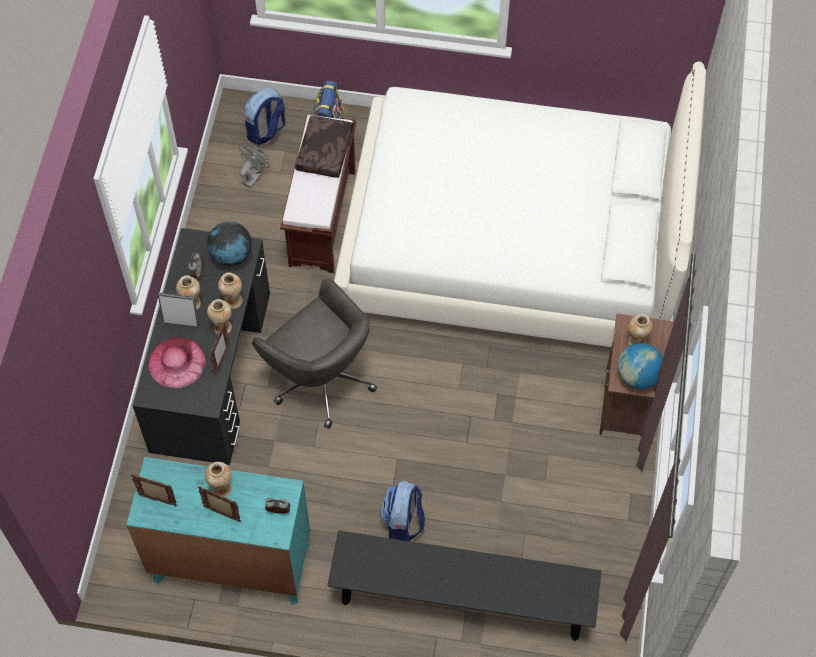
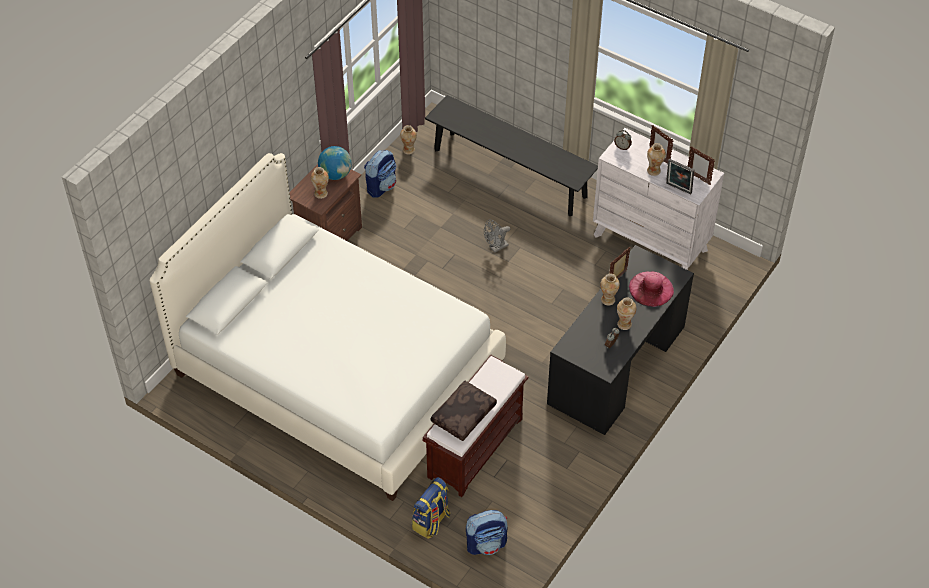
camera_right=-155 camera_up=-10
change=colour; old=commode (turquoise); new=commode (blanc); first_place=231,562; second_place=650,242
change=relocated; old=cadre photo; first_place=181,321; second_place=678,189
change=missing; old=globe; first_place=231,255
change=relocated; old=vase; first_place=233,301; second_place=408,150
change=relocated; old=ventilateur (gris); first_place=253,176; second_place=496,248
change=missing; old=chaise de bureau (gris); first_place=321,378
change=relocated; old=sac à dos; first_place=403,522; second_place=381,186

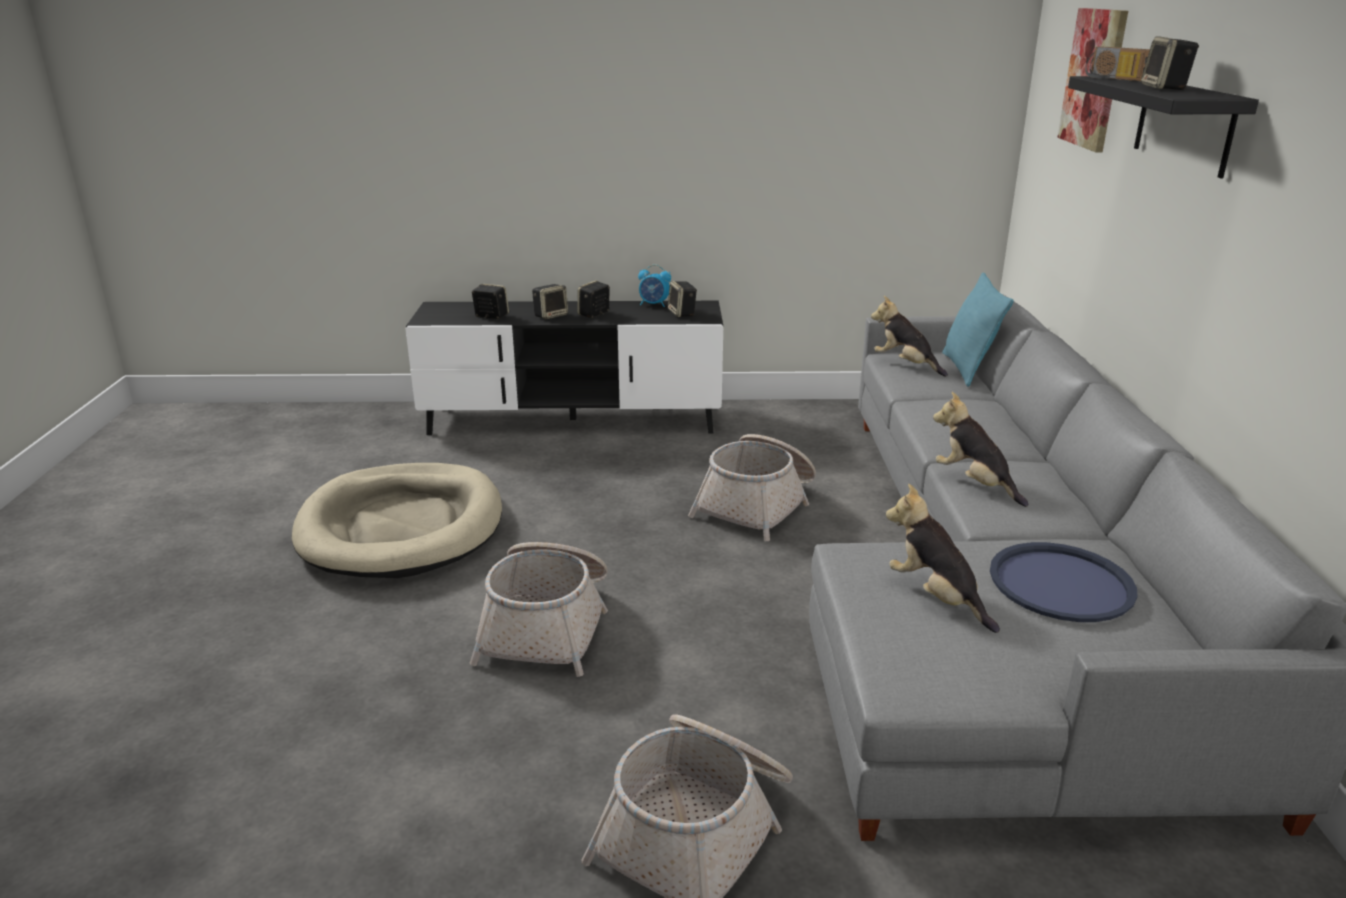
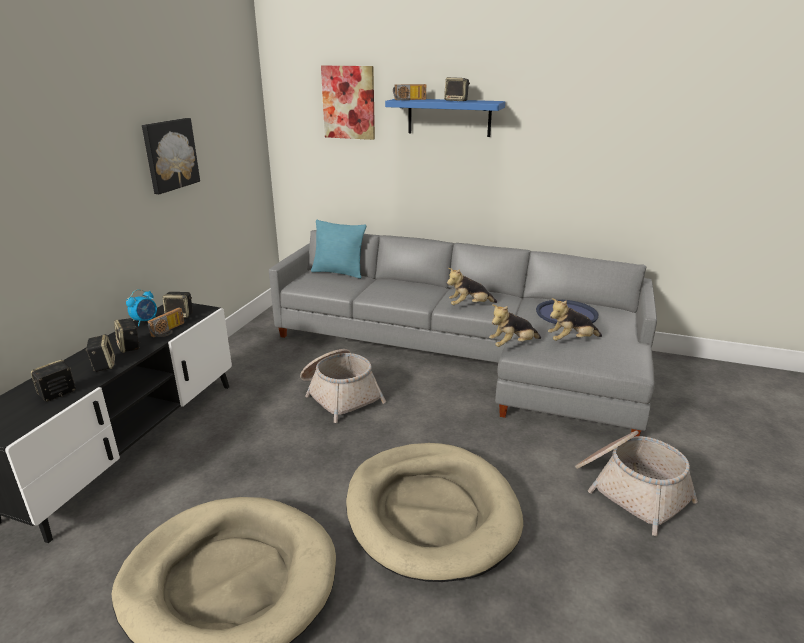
camera_right=-70 camera_up=0
change=exchanged; old=panier; new=panier pour chien (beige); first_place=547,626; second_place=431,512
change=relocated; old=peluche; first_place=905,365; second_place=513,345
change=colour; old=étagère (noir); new=étagère (bleu); first_place=1184,124; second_place=449,117
change=appeared; new=tableau; second_place=170,155
change=appeared; new=radio; second_place=169,331

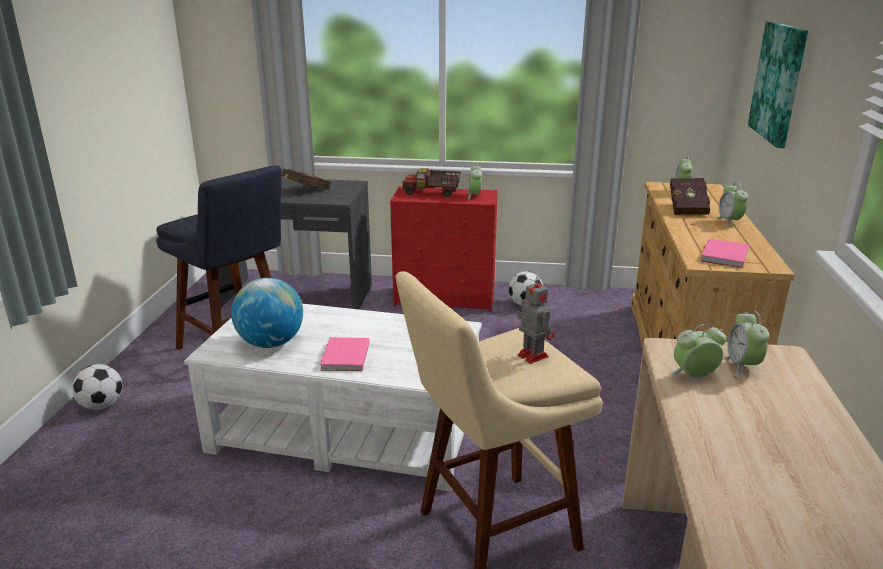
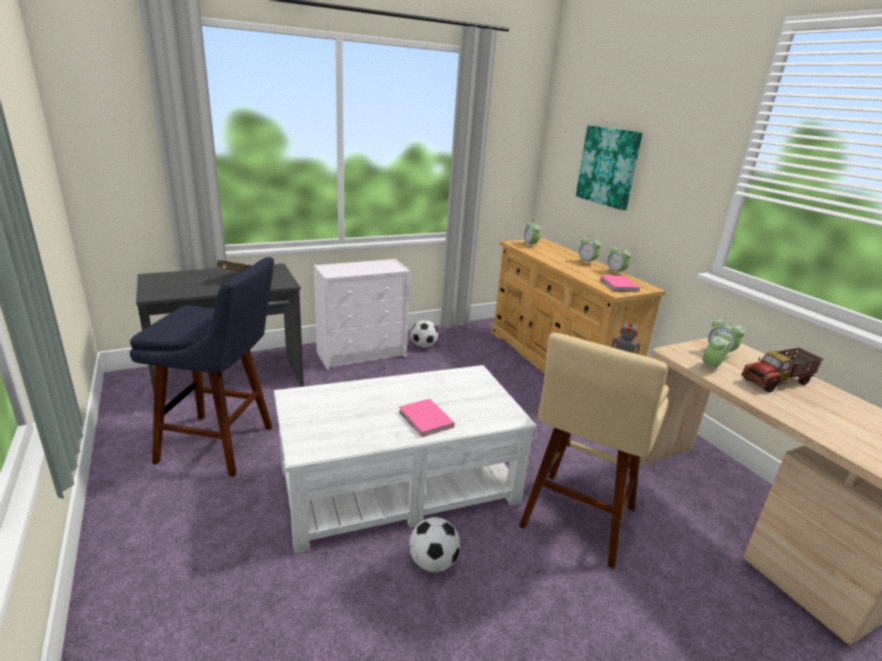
camera_right=-35 camera_up=0
change=relocated; old=ballon de foot; first_place=102,405; second_place=433,562
change=missing; old=globe; first_place=271,343
change=colour; old=commode (rouge); new=commode (blanc); first_place=446,299; second_place=362,354
change=relocated; old=camion jouet; first_place=431,193; second_place=777,382
change=relocated; old=réveil; first_place=474,196; second_place=615,273
change=missing; old=livre (rouge); first_place=687,208

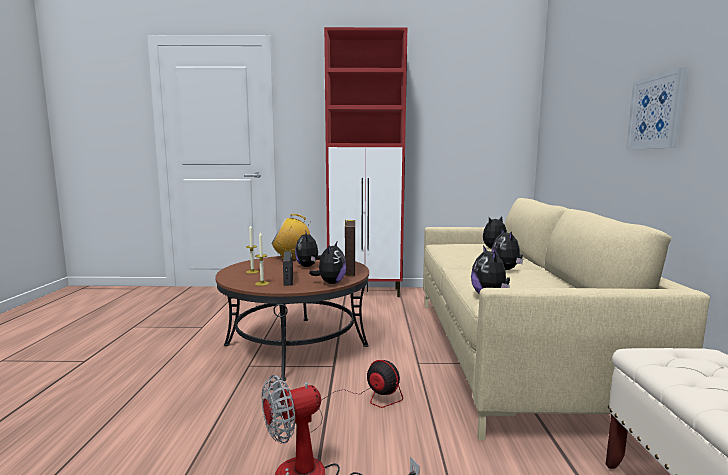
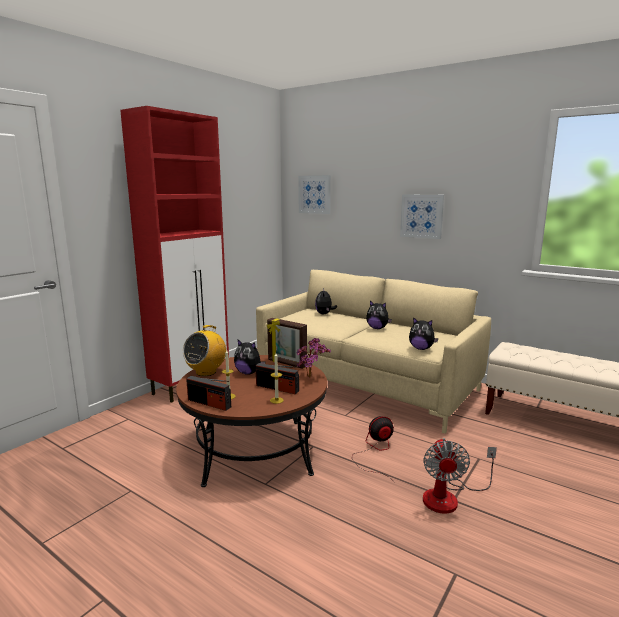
camera_right=-55 camera_up=5
change=exchanged; old=peluche; new=plante en pot; first_place=330,283; second_place=312,377
change=appeared; new=radio; second_place=209,403
change=appeared; new=tableau; second_place=315,194

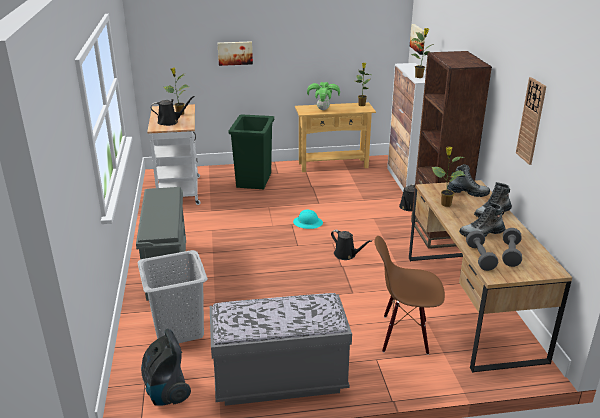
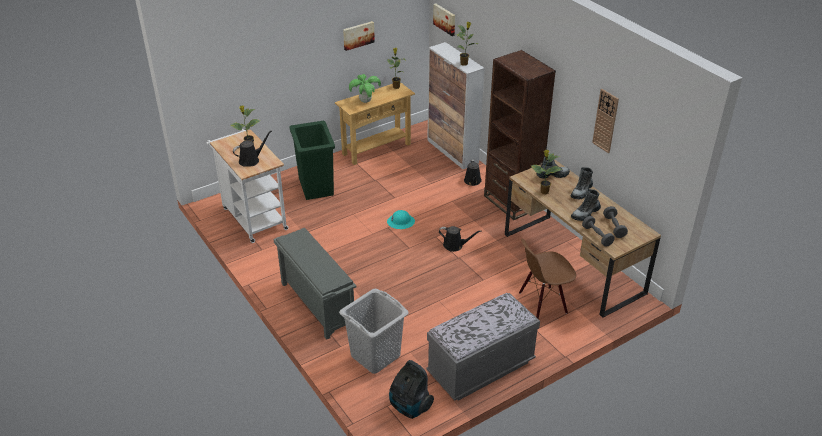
camera_right=-25 camera_up=10
change=relocated; old=tableau; first_place=235,53; second_place=358,35

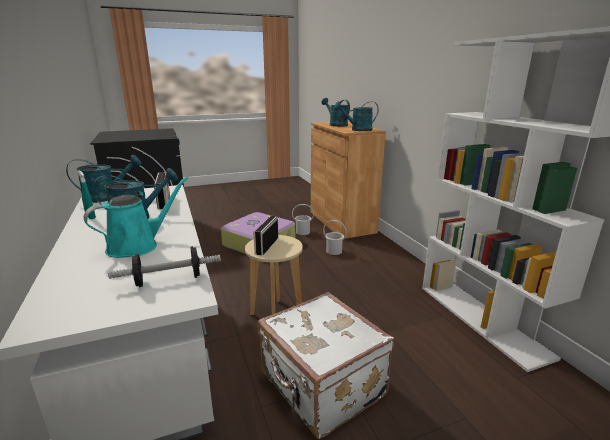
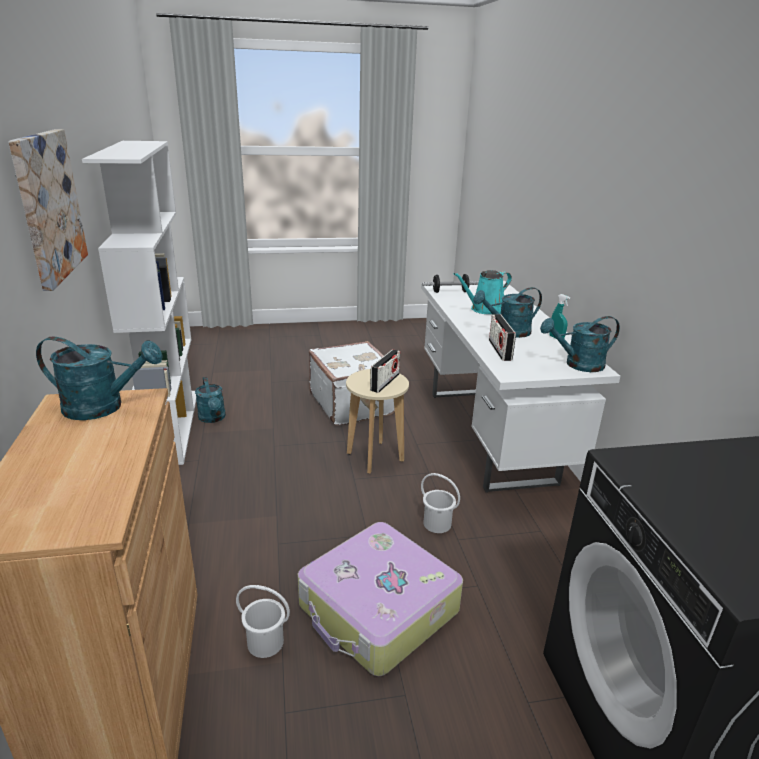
camera_right=-170 camera_up=5
change=relocated; old=arrosoir (turquoise); first_place=336,125; second_place=213,418
change=relocated; old=seau (blanc); first_place=334,251; second_place=437,523
change=appeared; new=tableau; second_place=48,206

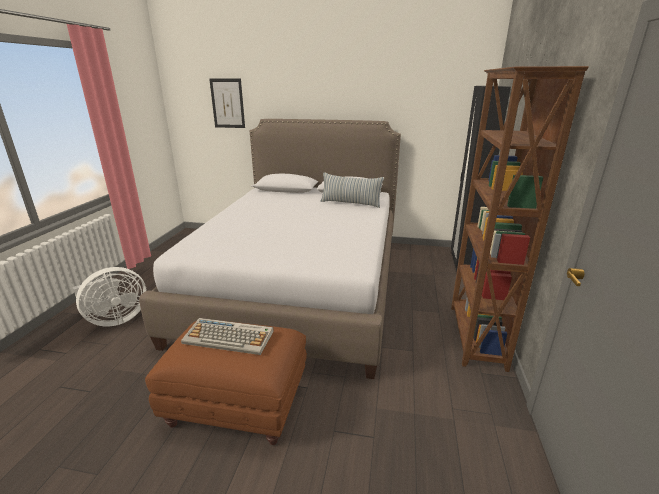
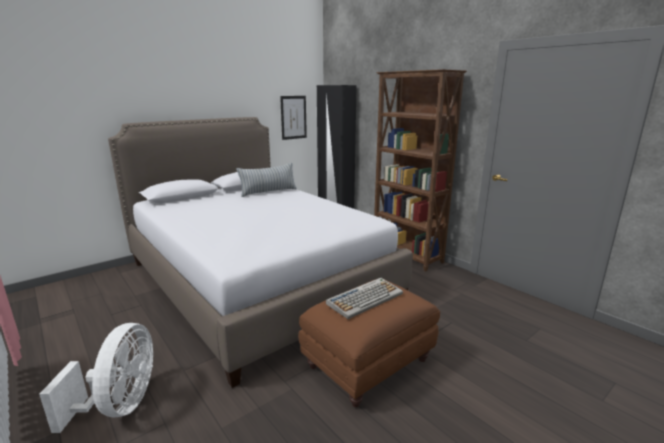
camera_right=-50 camera_up=-5
change=relocated; old=tableau; first_place=227,103; second_place=293,117

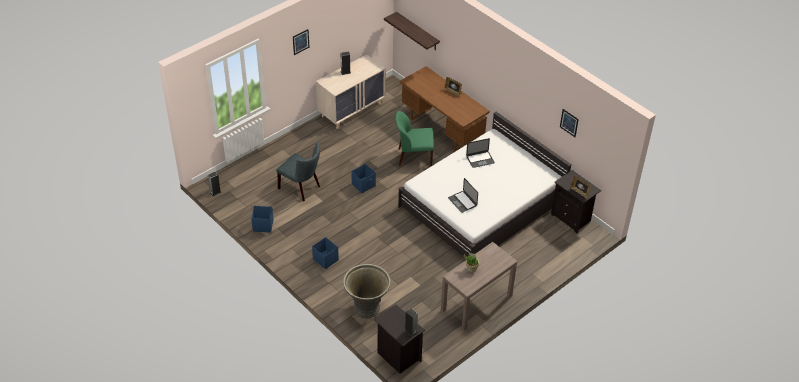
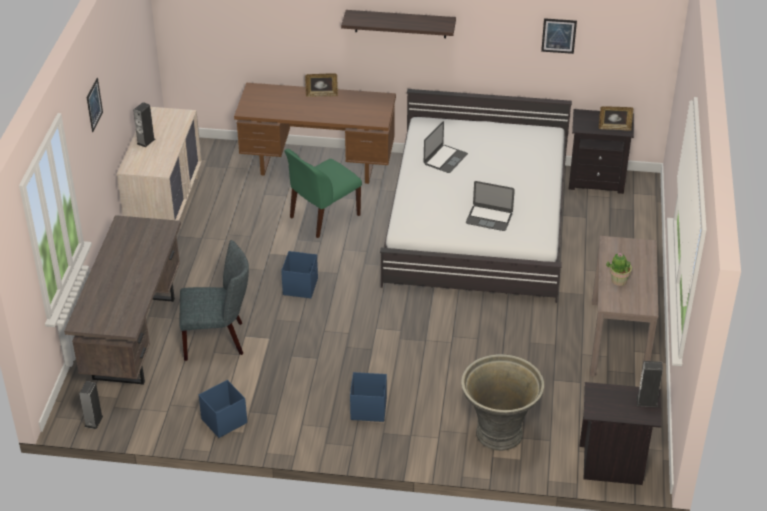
camera_right=-40 camera_up=-5
change=relocated; old=étagère; first_place=417,31; second_place=400,24
change=appeared; new=bureau (marron); second_place=134,337

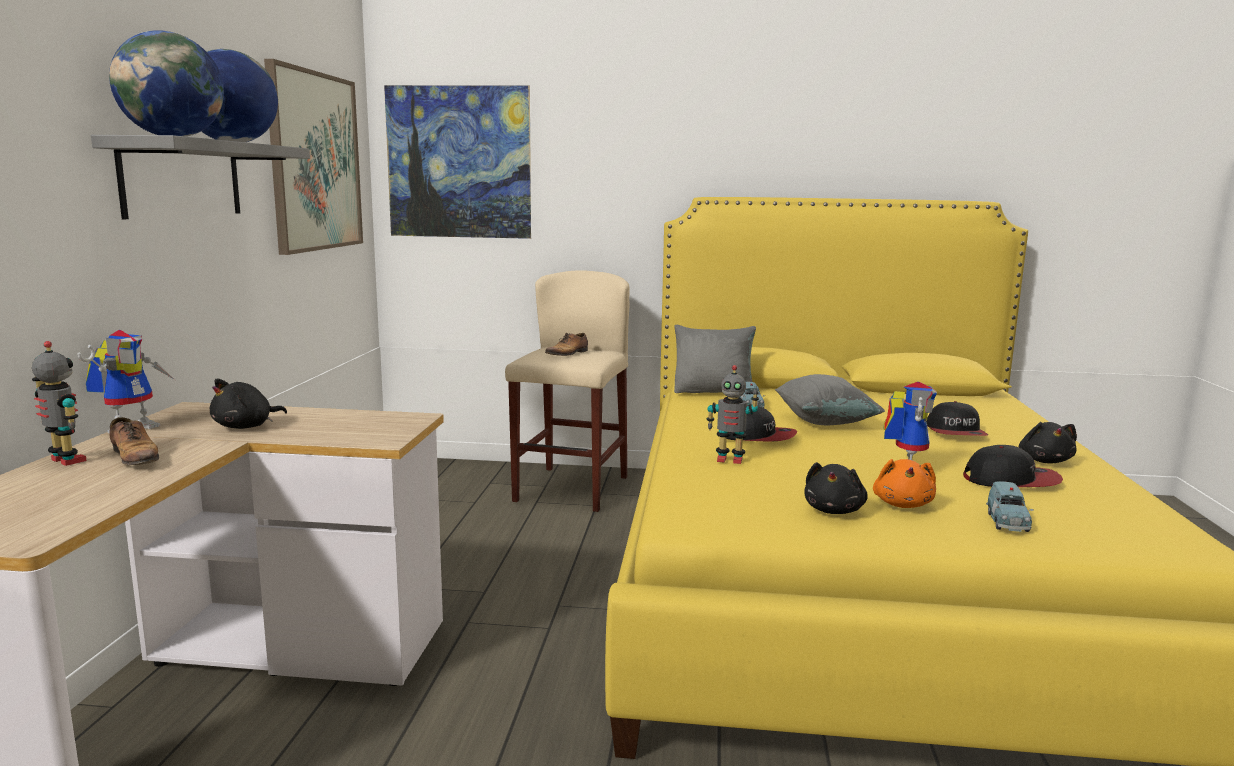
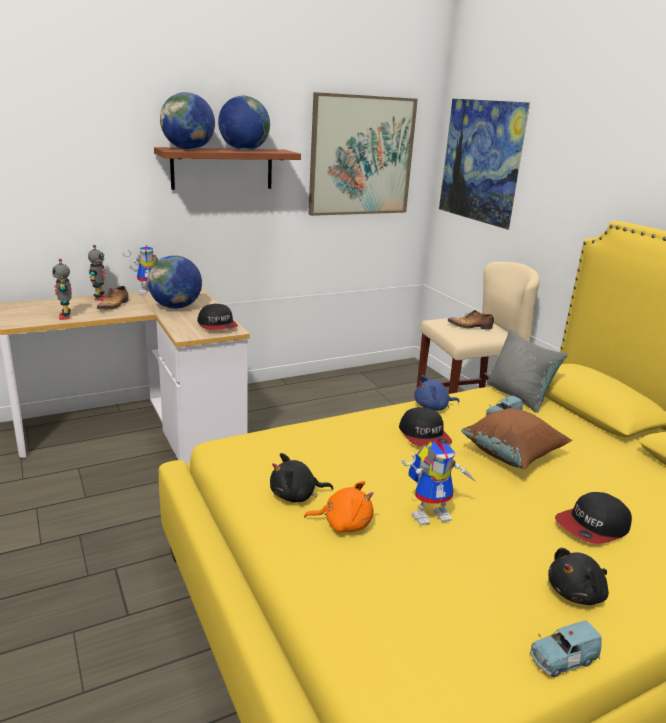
camera_right=55 camera_up=10
change=colour; old=étagère (gris); new=étagère (marron); first_place=182,179; second_place=222,168
change=exchanged; old=peluche (noir); new=globe; first_place=246,426; second_place=176,307
change=relocated; old=robot jouet; first_place=730,459; second_place=66,317
change=colour; old=coussin (gris); new=coussin (marron); first_place=824,422; second_place=511,456
change=spun; old=peluche (orange); first_place=903,504; second_place=343,523; degrees=-150
change=relocated; old=casquette; first_place=1011,480; second_place=217,325
change=relocated; old=petite voiture (bleu); first_place=1007,522; second_place=562,659
change=appeared; new=peluche (bleu); second_place=433,407

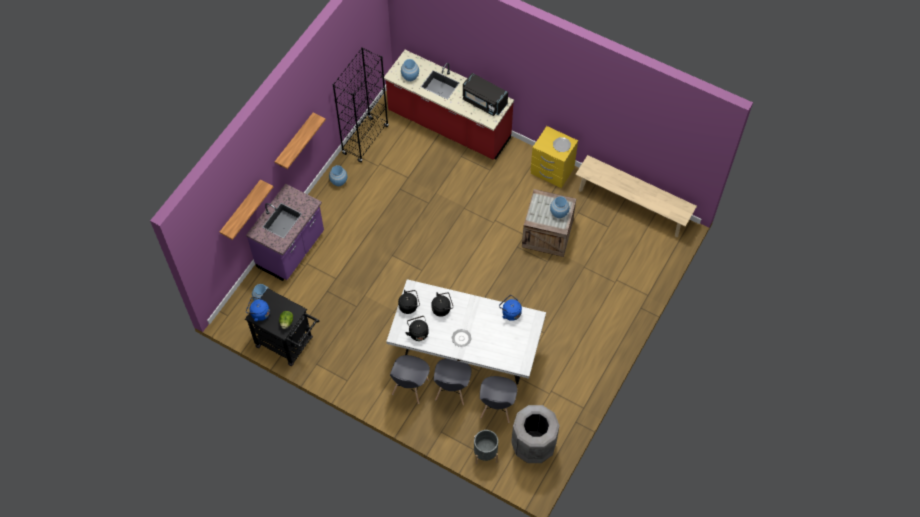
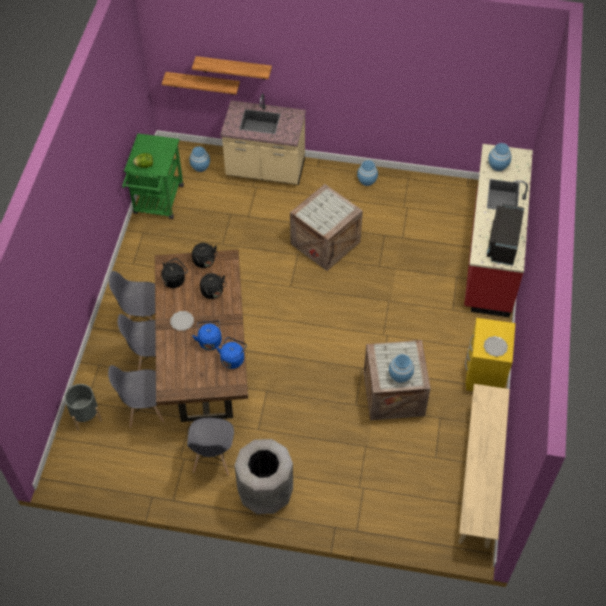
camera_right=70 camera_up=-5
change=colour; old=chariot (noir); new=chariot (vert); first_place=288,344; second_place=157,203
change=colour; old=comptoir de cuisine (violet); new=comptoir de cuisine (beige); first_place=291,250; second_place=265,170
change=relocated; old=bouilloire (bleu); first_place=259,313; second_place=209,340
change=relocated; old=étagère; first_place=294,141; second_place=203,83
change=missing; old=bibliothèque (noir); first_place=365,140
change=colour; old=table à manger (blanc); new=table à manger (marron); first_place=465,352; second_place=204,358
change=relocated; old=poubelle (gris); first_place=533,445; second_place=265,492
change=appeared; new=chaise (gris); second_place=213,458
change=appeared; new=caisse; second_place=326,243

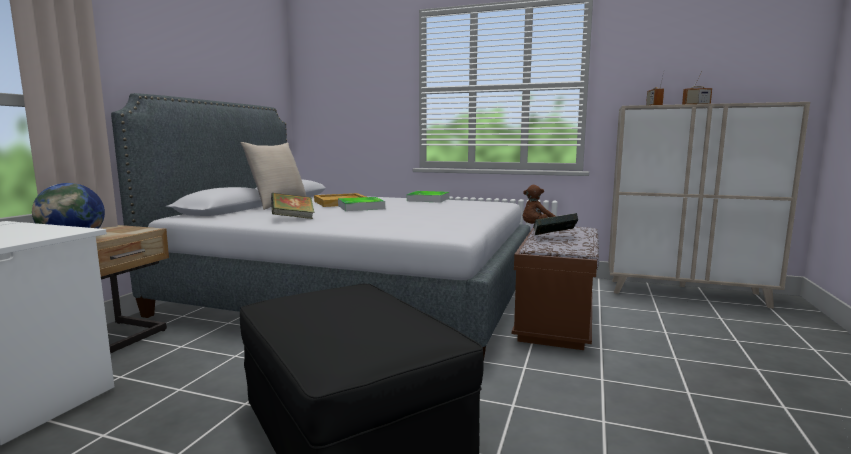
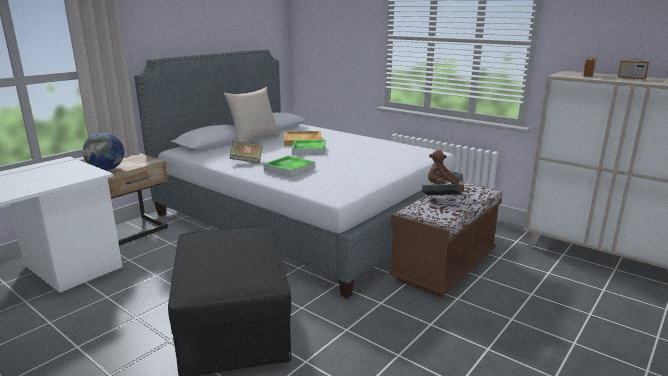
camera_right=20 camera_up=10
change=relocated; old=plateau; first_place=428,199; second_place=289,169

